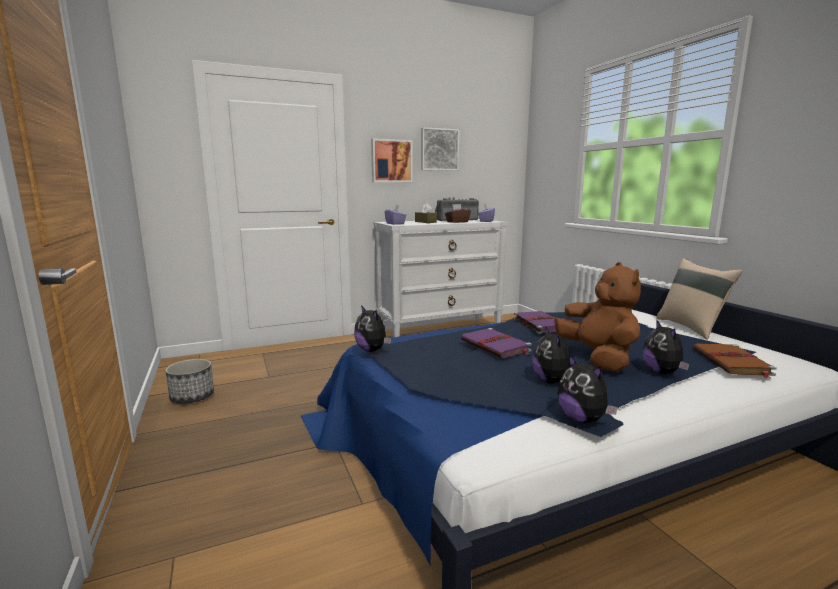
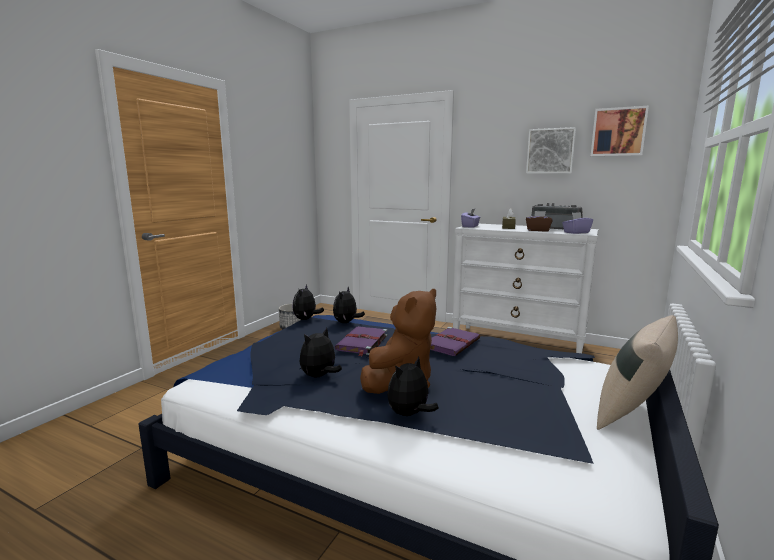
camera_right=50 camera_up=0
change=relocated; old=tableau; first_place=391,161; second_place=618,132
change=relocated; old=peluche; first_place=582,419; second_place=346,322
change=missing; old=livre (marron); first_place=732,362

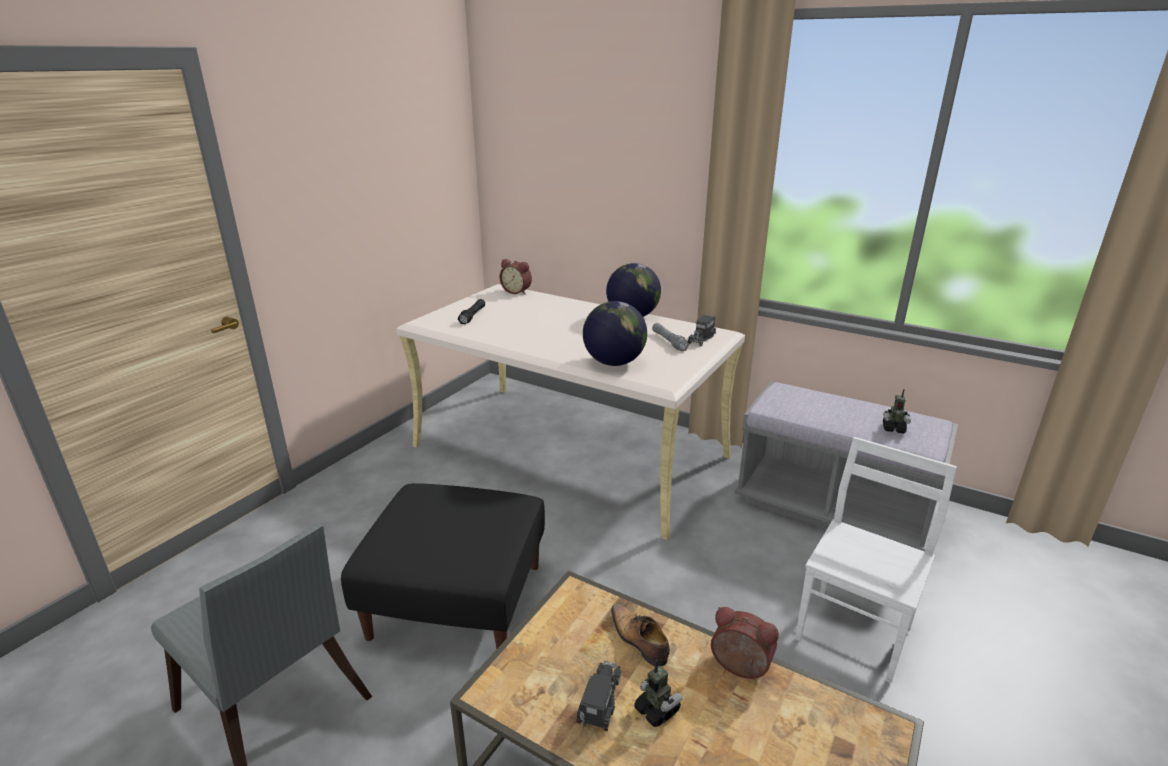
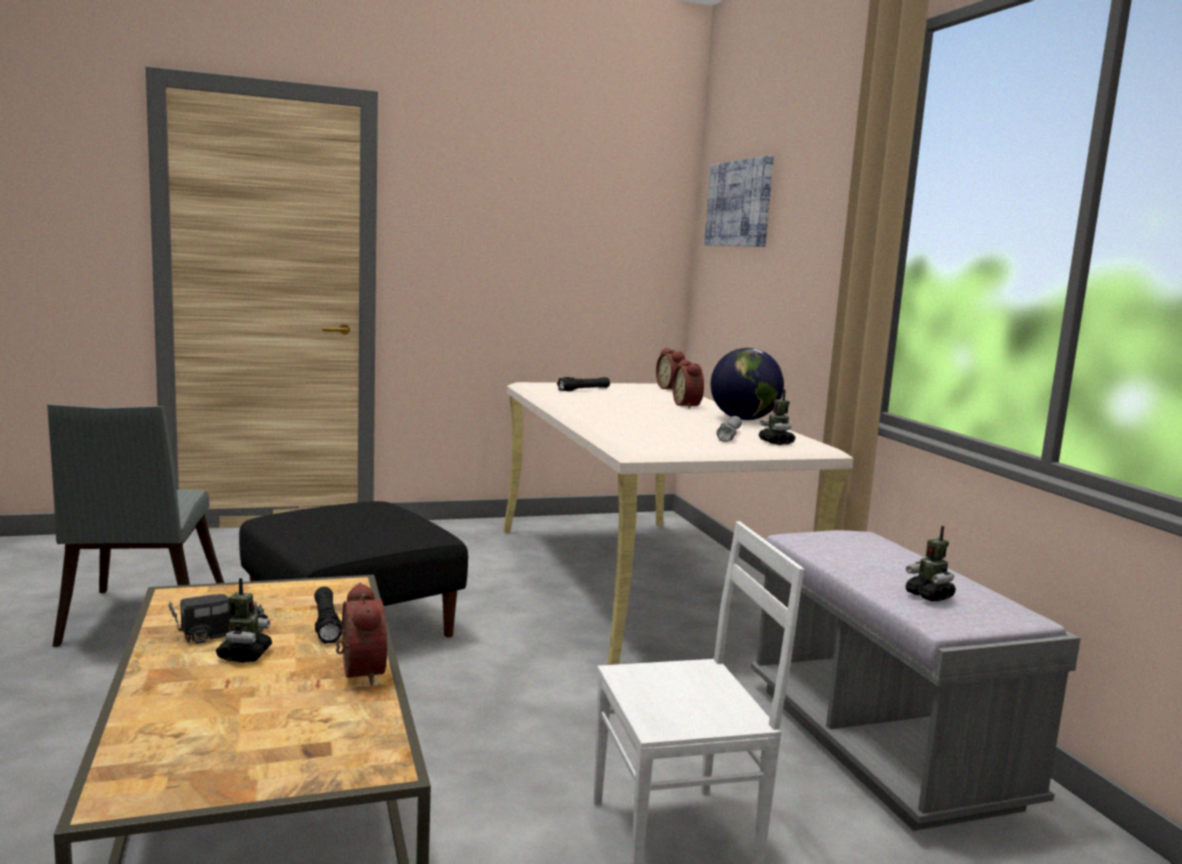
camera_right=40 camera_up=-15
change=missing; old=globe; first_place=614,362
change=exchanged; old=chaussure; new=lampe de poche (noir); first_place=638,640; second_place=326,623
change=exchanged; old=camion jouet; new=robot jouet; first_place=701,338; second_place=776,442
change=appeared; new=réveil; second_place=689,405
change=appeared; new=tableau; second_place=739,203

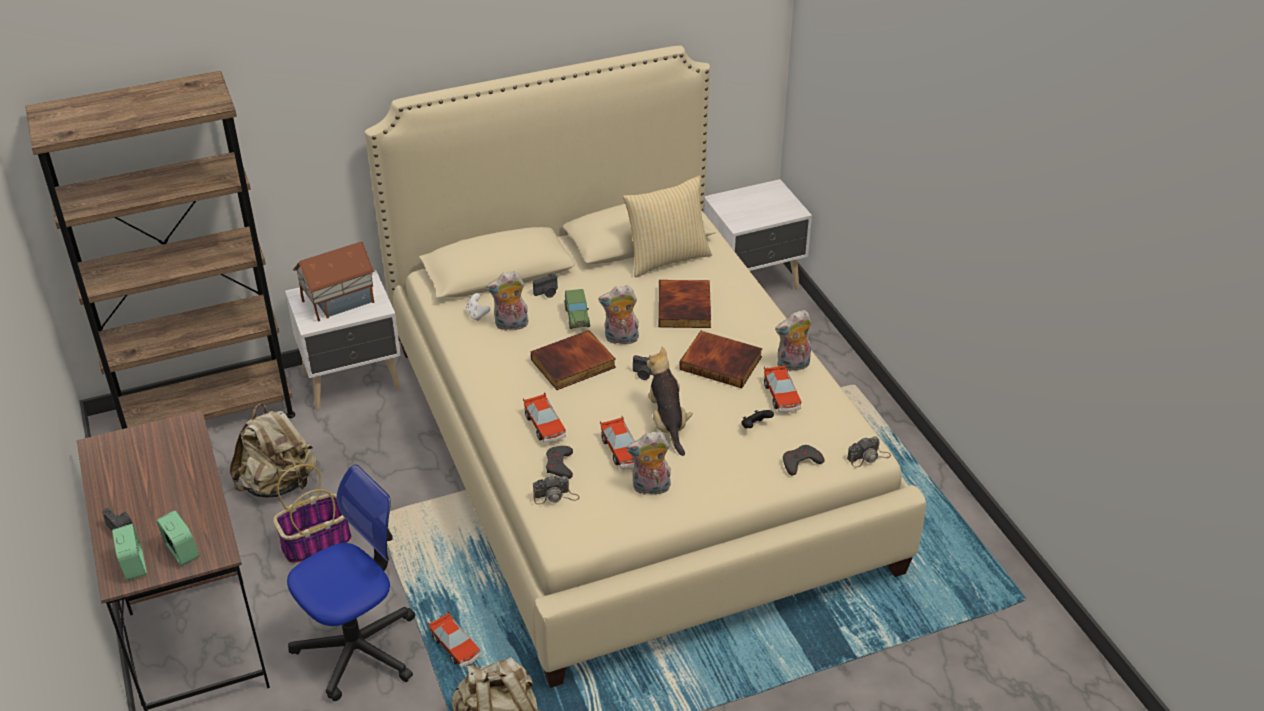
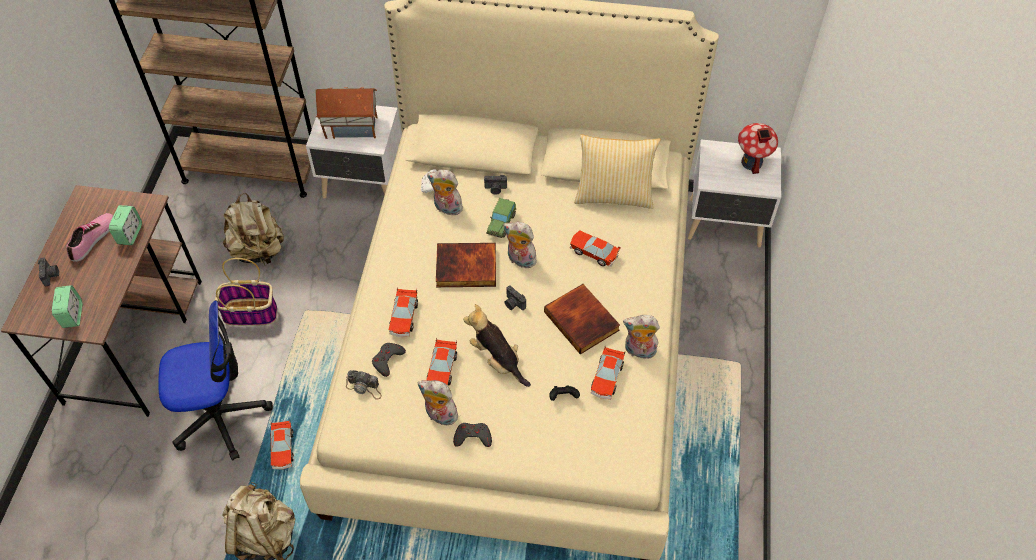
camera_right=30 camera_up=15
change=relocated; old=réveil; first_place=134,565; second_place=130,234
change=spun; old=peluche; first_place=667,423; second_place=497,360; degrees=-60
change=exchanged; old=livre; new=petite voiture; first_place=686,308; second_place=593,252
change=relocated; old=manette (gris); first_place=800,462; second_place=472,437
change=missing; old=appareil photo; first_place=868,457
change=appeared; new=chaussure; second_place=93,239
change=appeared; new=maison miniature; second_place=751,162

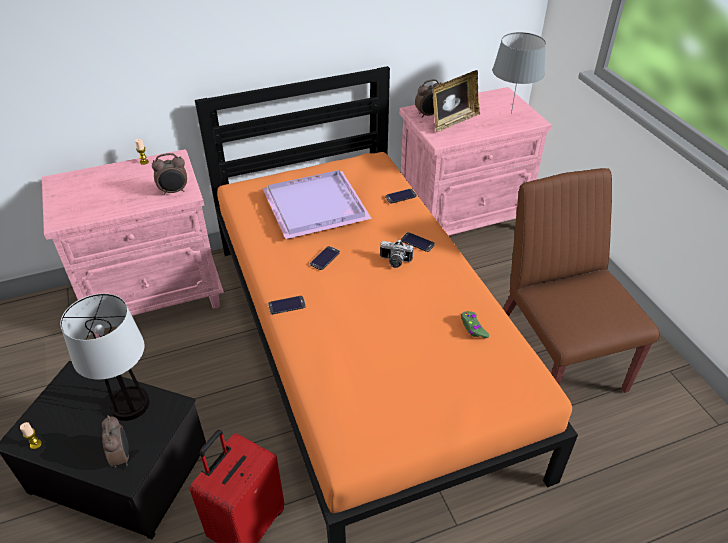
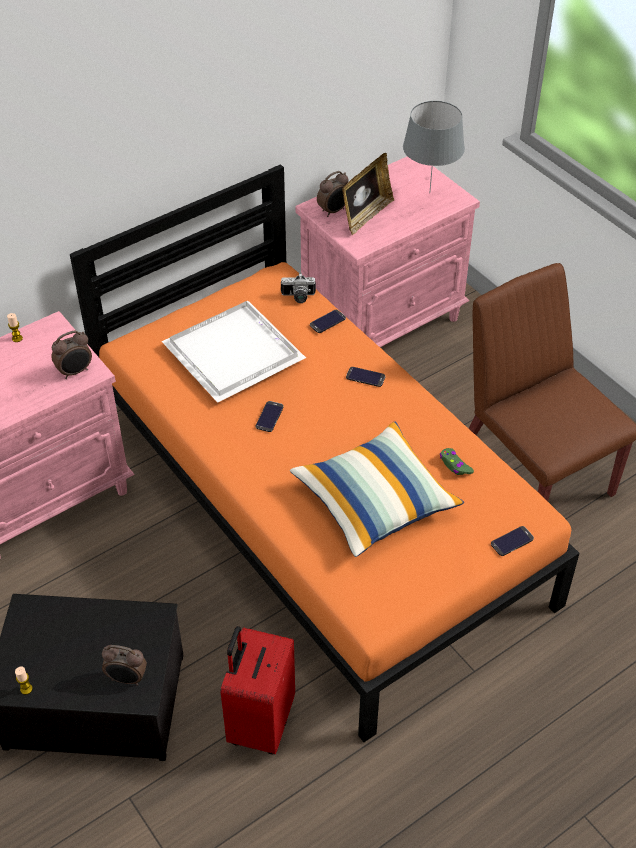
camera_right=-15 camera_up=5
change=missing; old=lampe de table; first_place=130,404
change=spun; old=réveil; first_place=122,456; second_place=127,679; degrees=135
change=colour; old=plateau (violet); new=plateau (blanc); first_place=318,207; second_place=236,353
change=relocated; old=téléphone; first_place=287,305; second_place=512,541
change=relocated; old=appareil photo; first_place=394,262; second_place=298,297
change=appeared; new=coussin; second_place=375,501

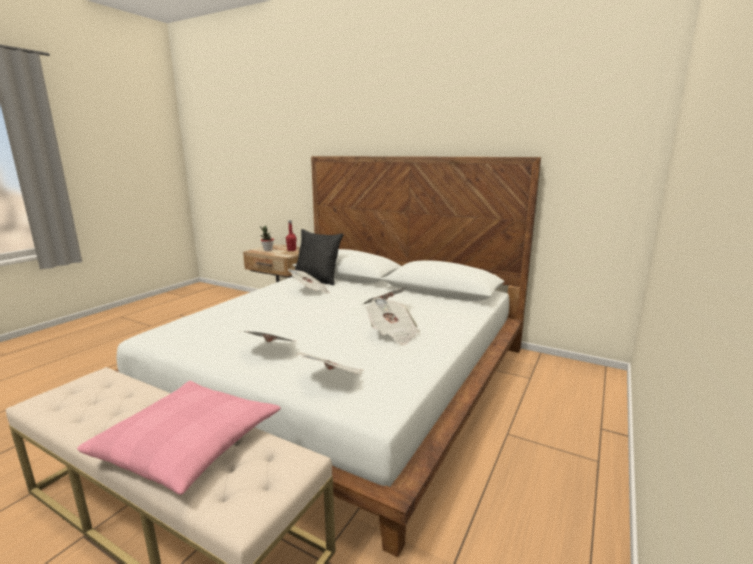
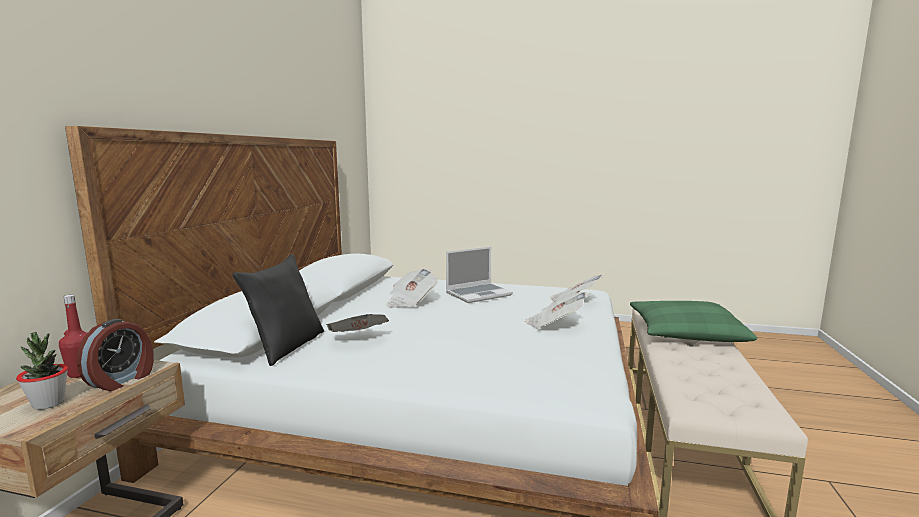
camera_right=-105 camera_up=-5
change=colour; old=coussin (rose); new=coussin (vert); first_place=189,444; second_place=685,333
change=exchanged; old=journal; new=ordinateur portable; first_place=393,334; second_place=479,294
change=appeared; new=réveil; second_place=122,380

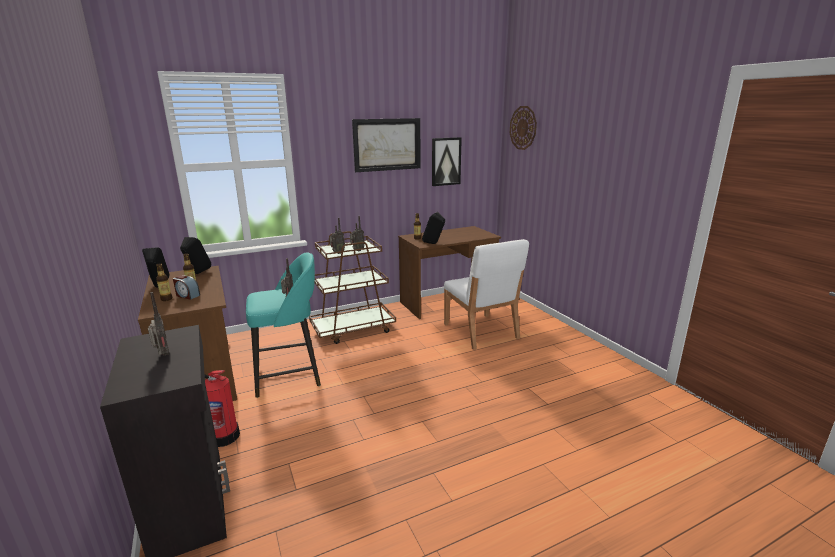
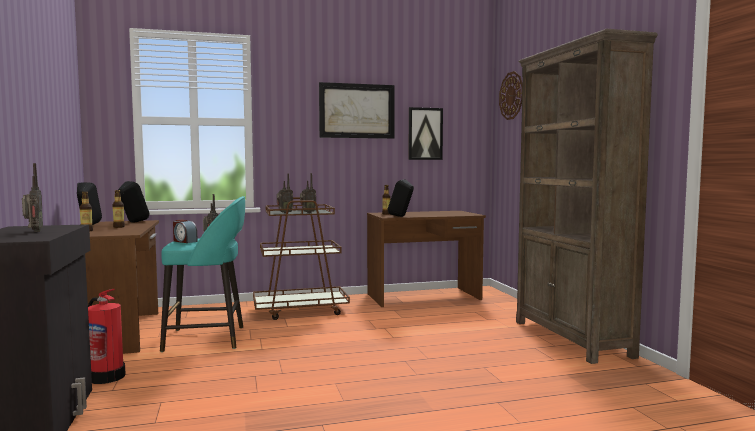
camera_right=10 camera_up=-15
change=relocated; old=réveil; first_place=187,295; second_place=184,241
change=missing; old=chaise (blanc); first_place=481,332
change=appeared; new=bibliothèque (marron); second_place=571,339

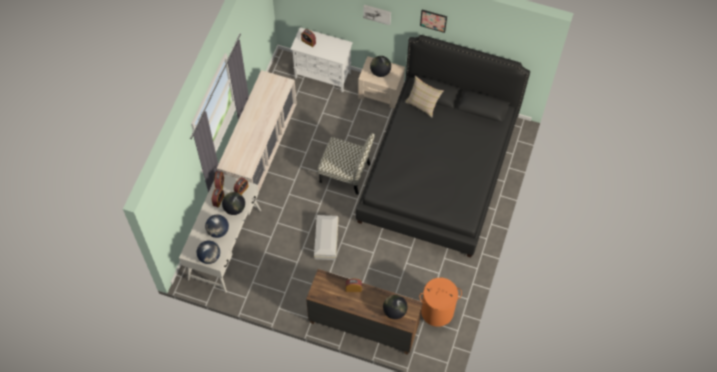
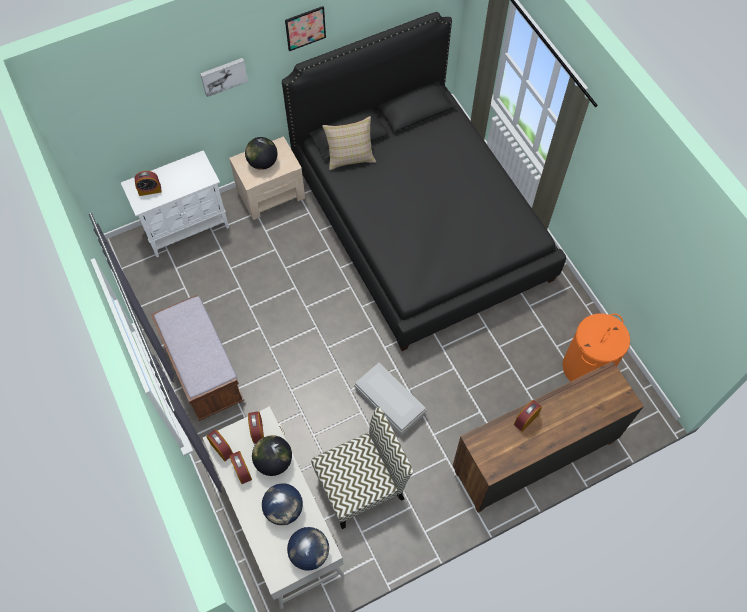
camera_right=-45 camera_up=0
change=exchanged; old=commode (beige); new=banc (marron); first_place=260,150; second_place=203,371
change=relocated; old=chaise; first_place=346,173; second_place=361,485
change=missing; old=globe; first_place=394,311

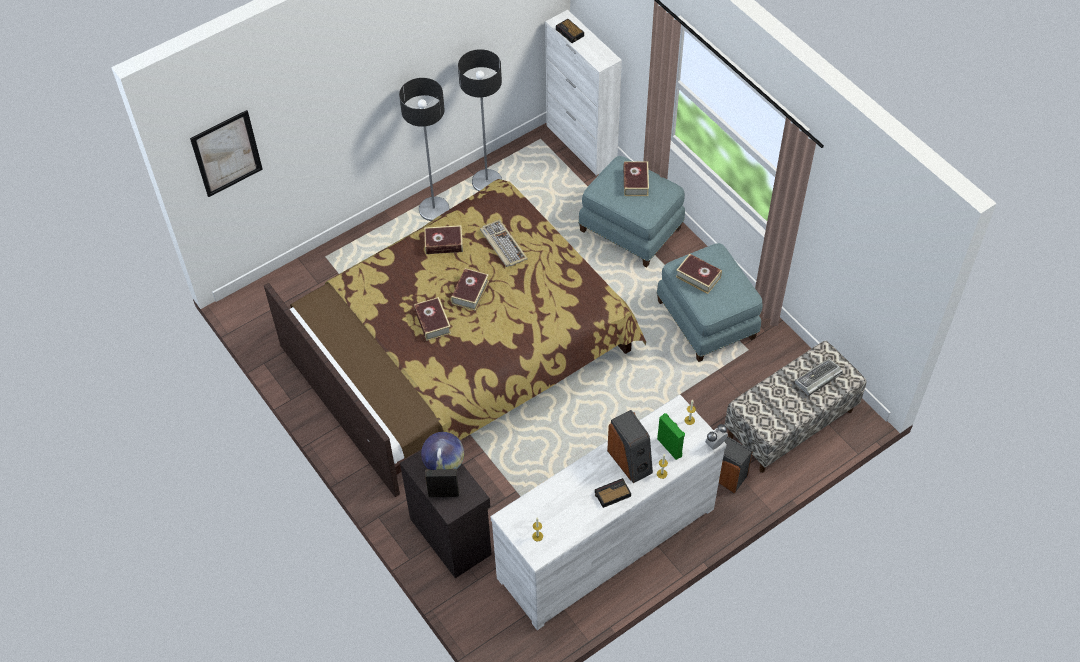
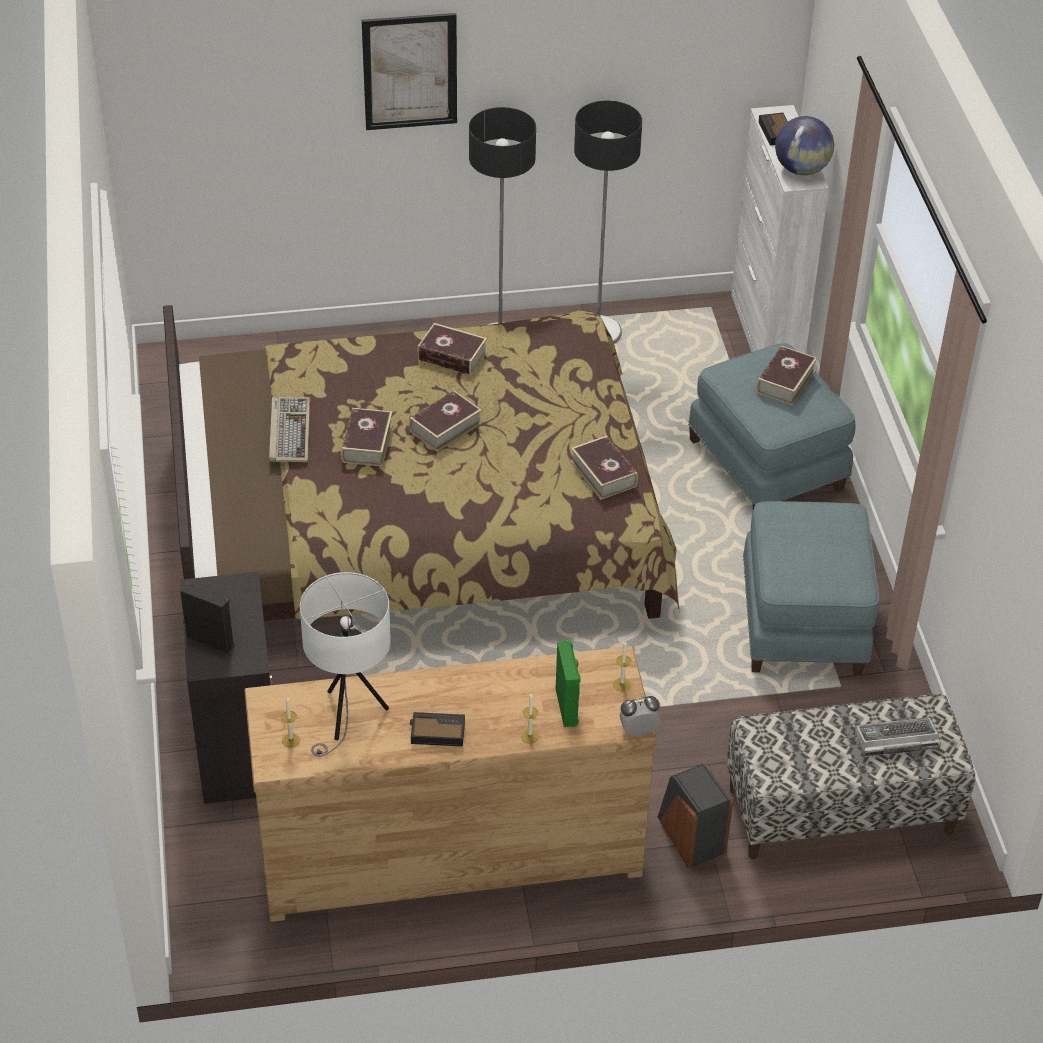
camera_right=25 camera_up=-10
change=relocated; old=tableau; first_place=226,153; second_place=410,71
change=relocated; old=globe; first_place=444,463; second_place=801,169
change=relocated; old=clavier; first_place=502,245; second_place=289,432
change=colour; old=commode (blanc); new=commode (marron); first_place=605,542; second_place=448,850
change=missing; old=enceinte; first_place=630,460
change=relocated; old=livre; first_place=698,277; second_place=603,474
change=appeared; new=lampe de table (blanc); second_place=348,717

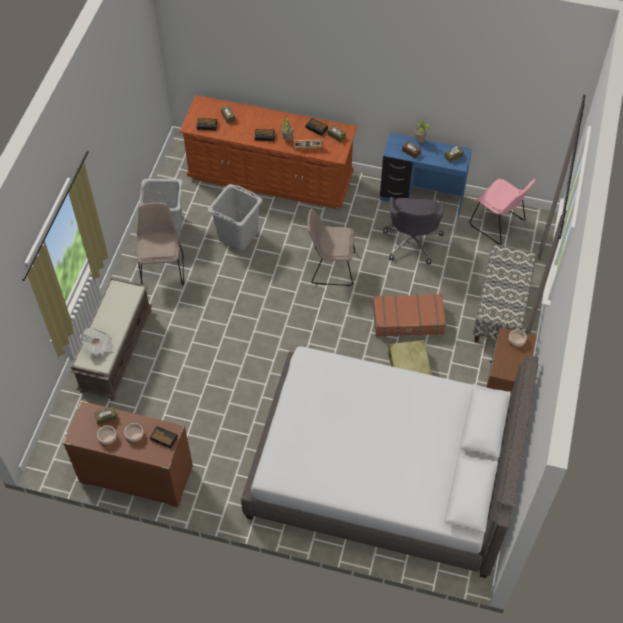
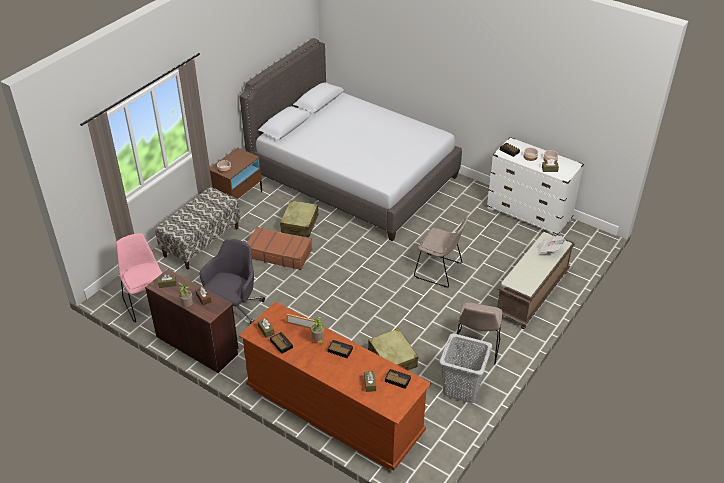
camera_right=-160 camera_up=-15
change=colour; old=commode (marron); new=commode (blanc); first_place=136,475; second_place=529,214
change=exchanged; old=panier à linge (gris); new=valise (beige); first_place=238,236; second_place=392,358
change=relocated; old=chaise (beige); first_place=331,267; second_place=440,271
change=colour; old=bureau (bleu); new=bureau (marron); first_place=421,198; second_place=197,344

